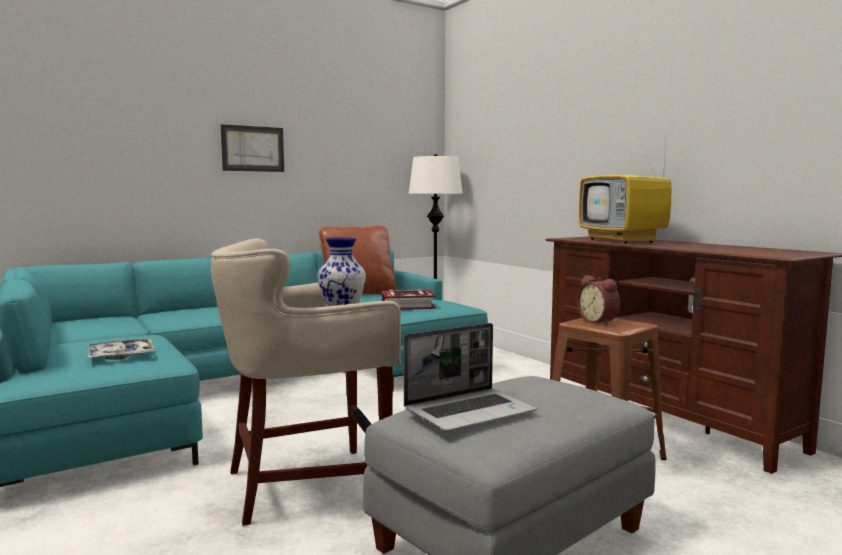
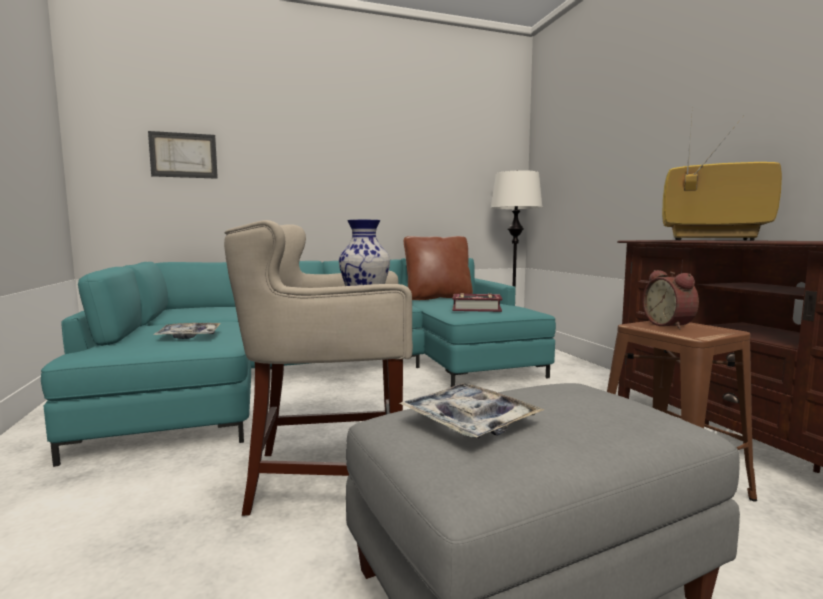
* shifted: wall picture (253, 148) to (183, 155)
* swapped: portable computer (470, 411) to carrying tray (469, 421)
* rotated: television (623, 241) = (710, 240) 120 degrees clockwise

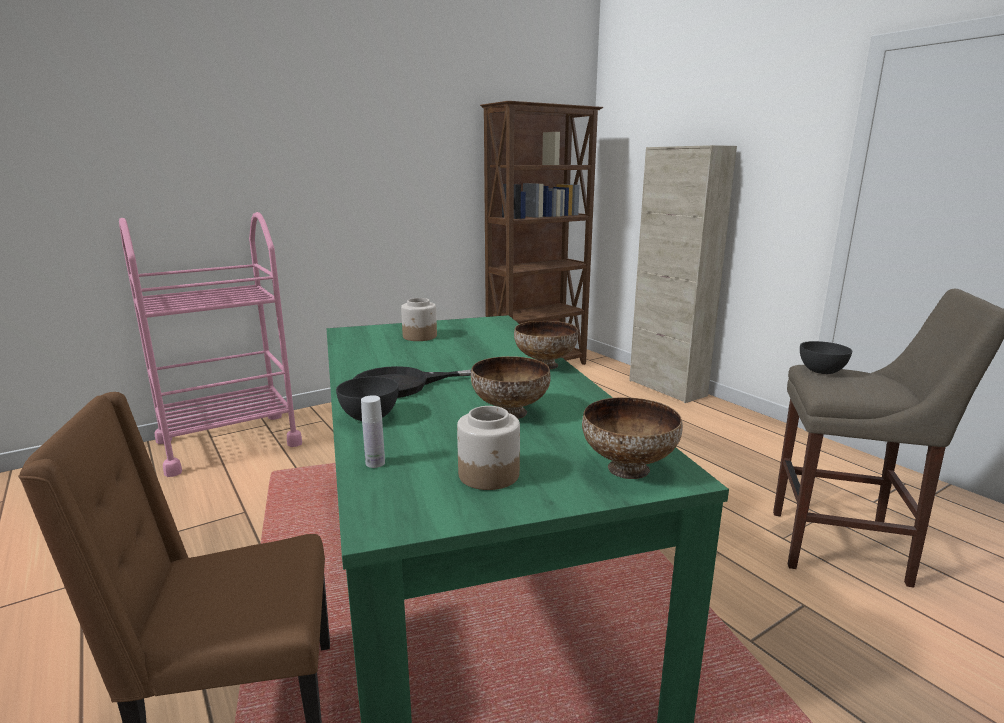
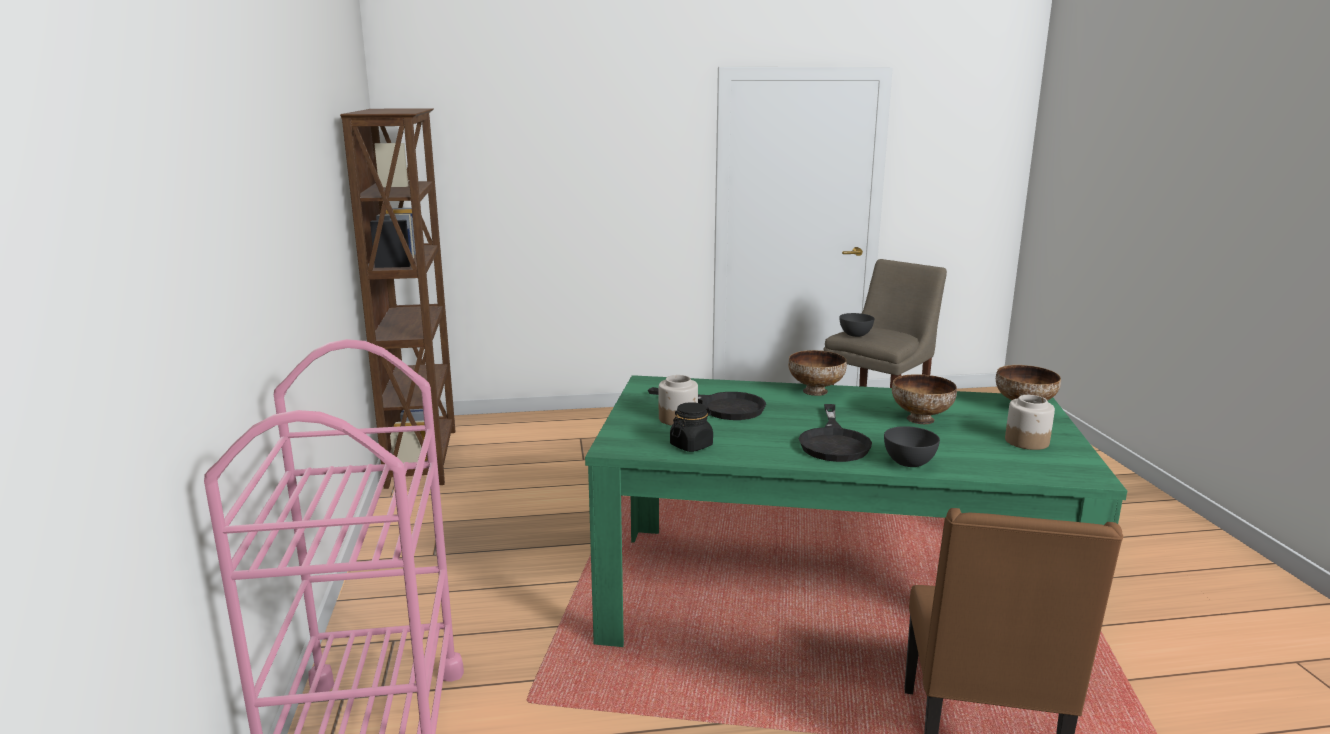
* gone: whitish bottle (375, 463)
* gone: beige cupboard (667, 388)
* new: blackish frying pan (721, 407)
* new: blackish preserve jar (691, 445)

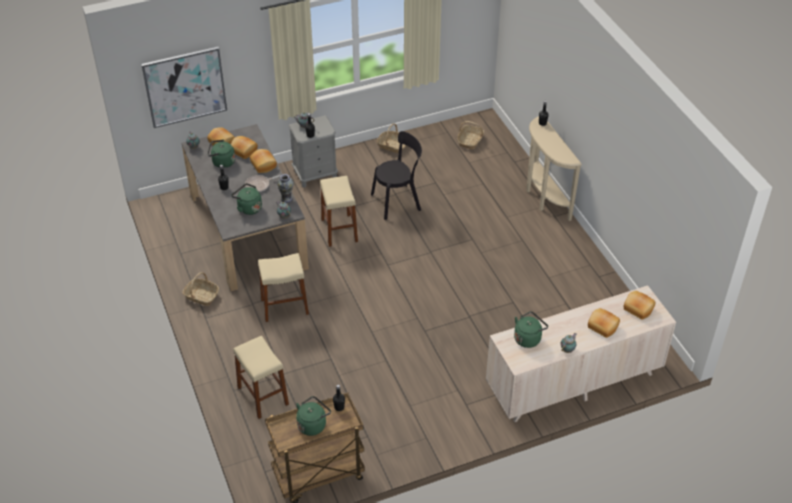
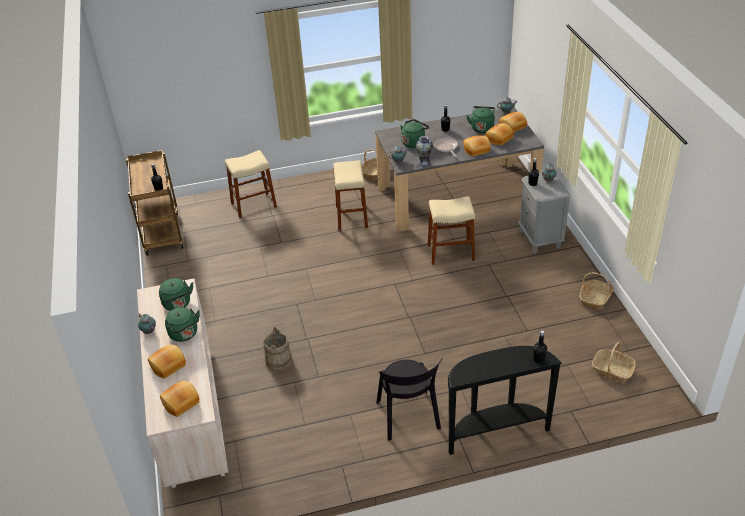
* gone: wall picture (185, 86)
* shifted: green-coloured kettle (313, 424) to (185, 334)
* shifted: blackish plain chair (398, 201) to (408, 418)
* repainted: beige hall table (544, 198) to blackish hall table (495, 432)
* new: beige pail (279, 360)

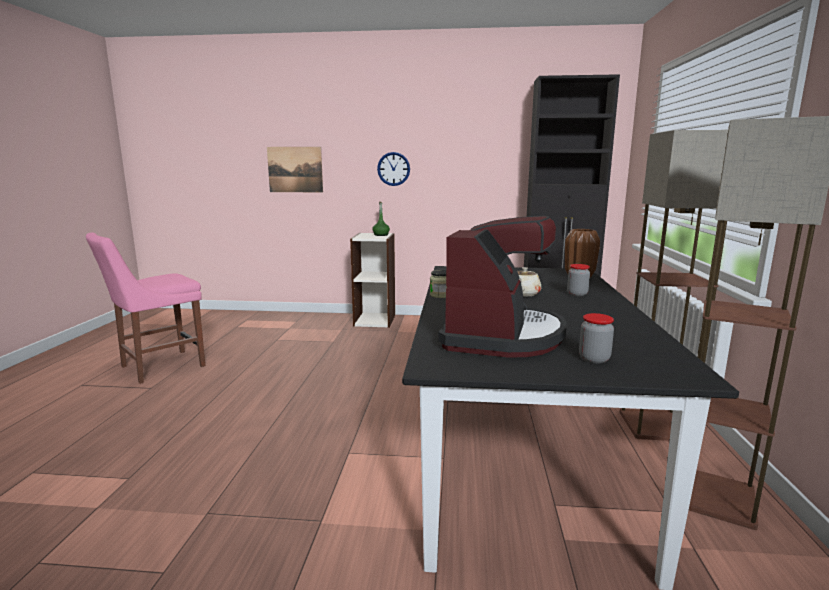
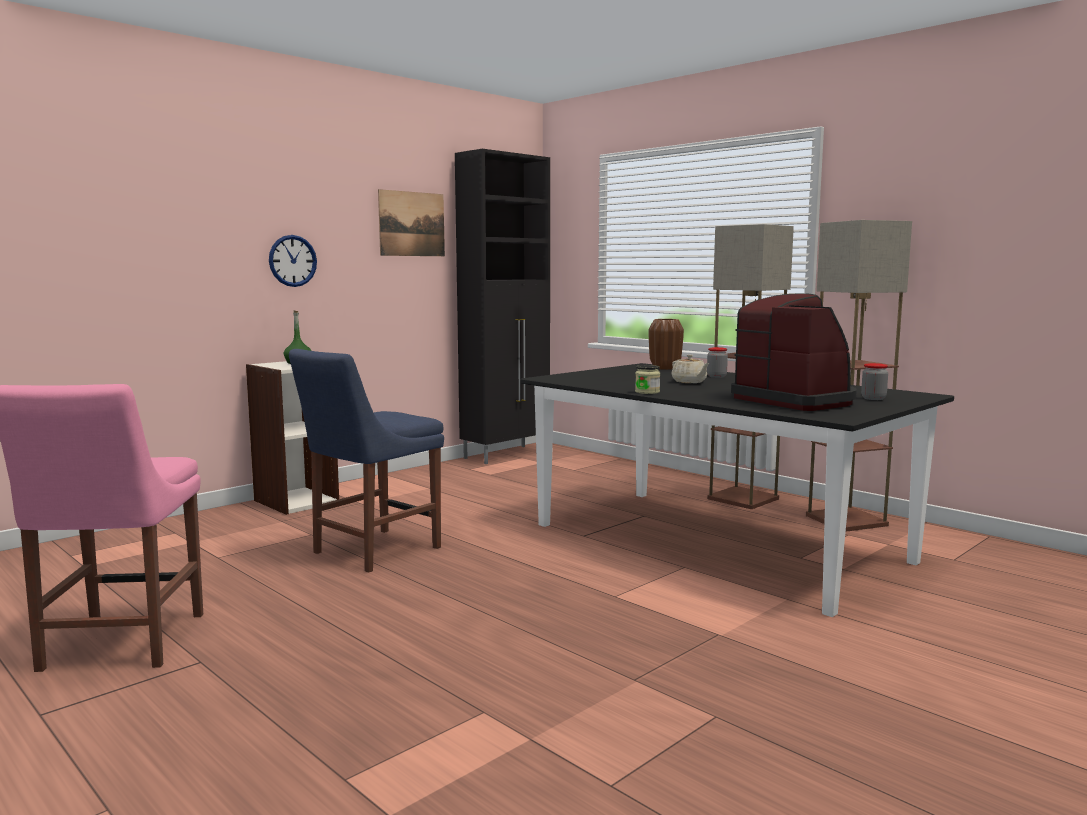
* shifted: wall picture (295, 169) to (412, 224)
* new: blue-coloured plain chair (371, 551)

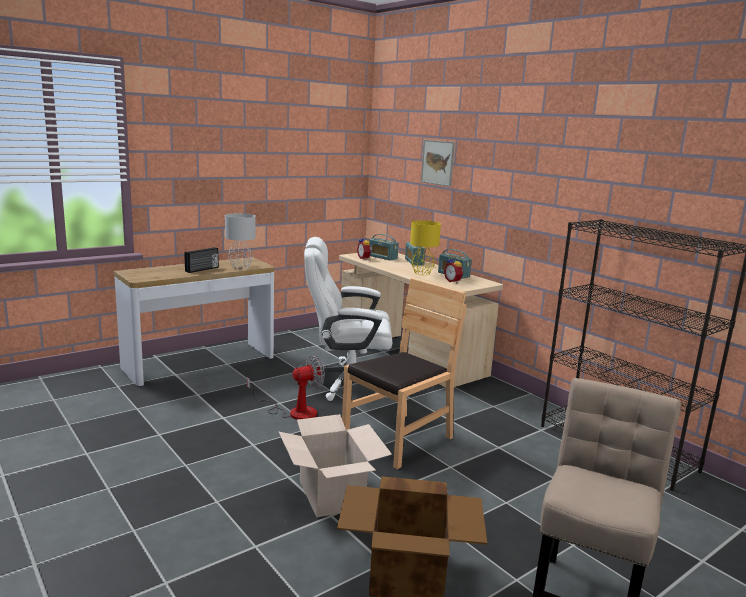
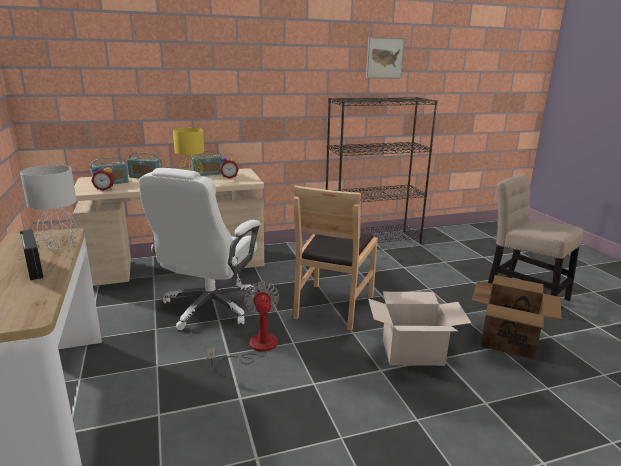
* rotated: brown-coloured plain chair (398, 438) = (333, 305) 135 degrees counterclockwise
* shifted: wall picture (438, 162) to (384, 58)

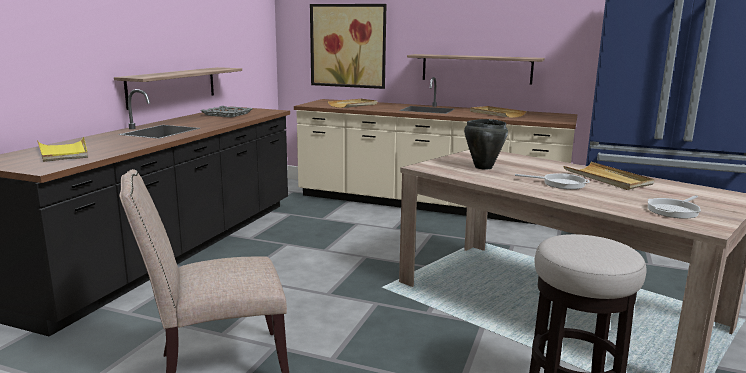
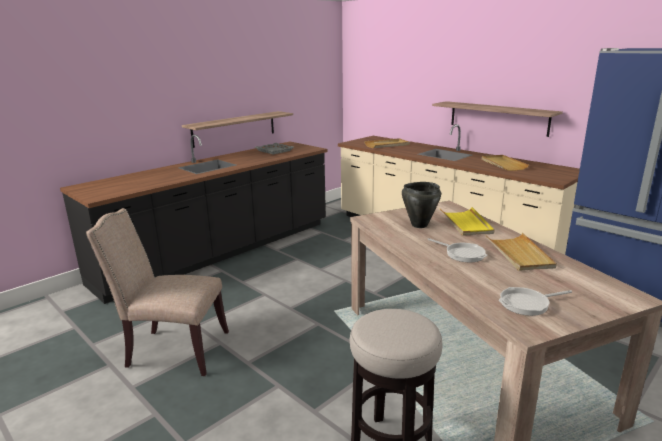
* shifted: yellowish carrying tray (63, 152) to (466, 223)
* gone: wall picture (348, 46)

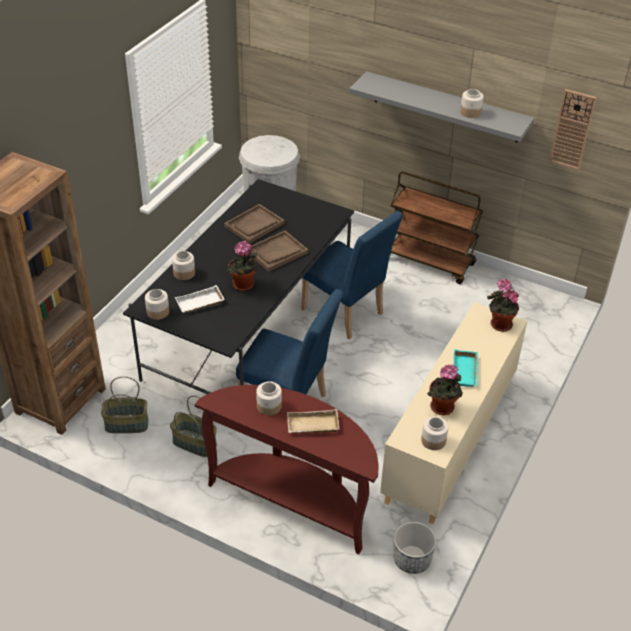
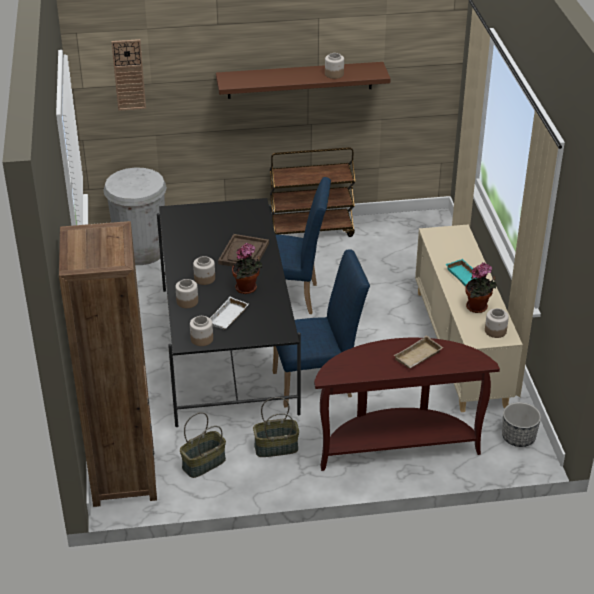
* gone: brown-coloured carrying tray (254, 225)
* shifted: preserve jar (269, 406) to (205, 279)
* repainted: gray wall shelf (446, 107) to brown-coloured wall shelf (300, 80)
* gone: plant in a pot (499, 324)
* shifted: hanging clock (572, 129) to (129, 75)

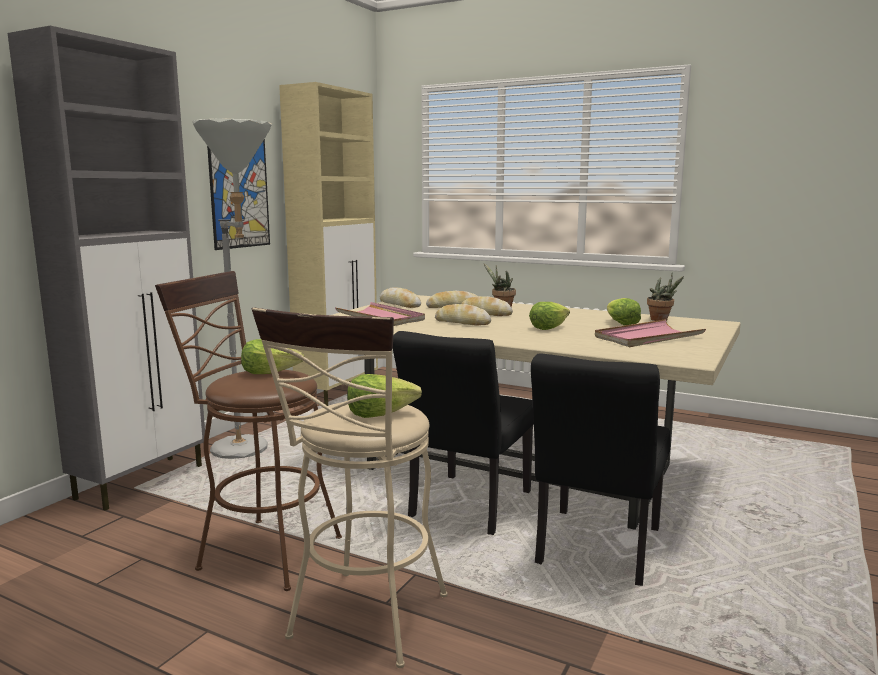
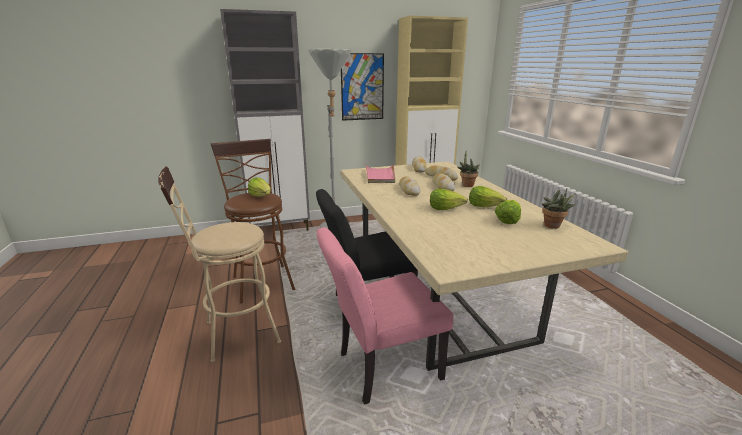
* shifted: lettuce head (380, 414) to (485, 206)
* repainted: blackish plain chair (595, 551) to pink-coloured plain chair (381, 368)
* gone: pink-coloured carrying tray (648, 337)

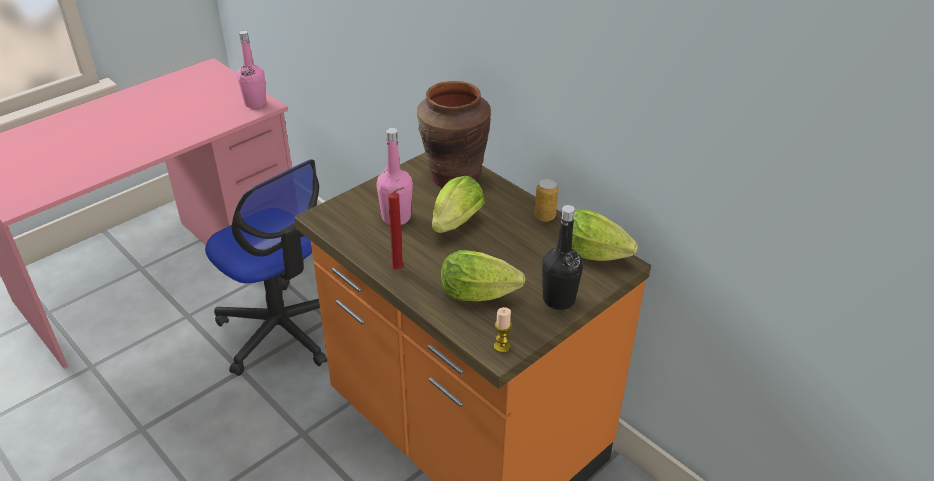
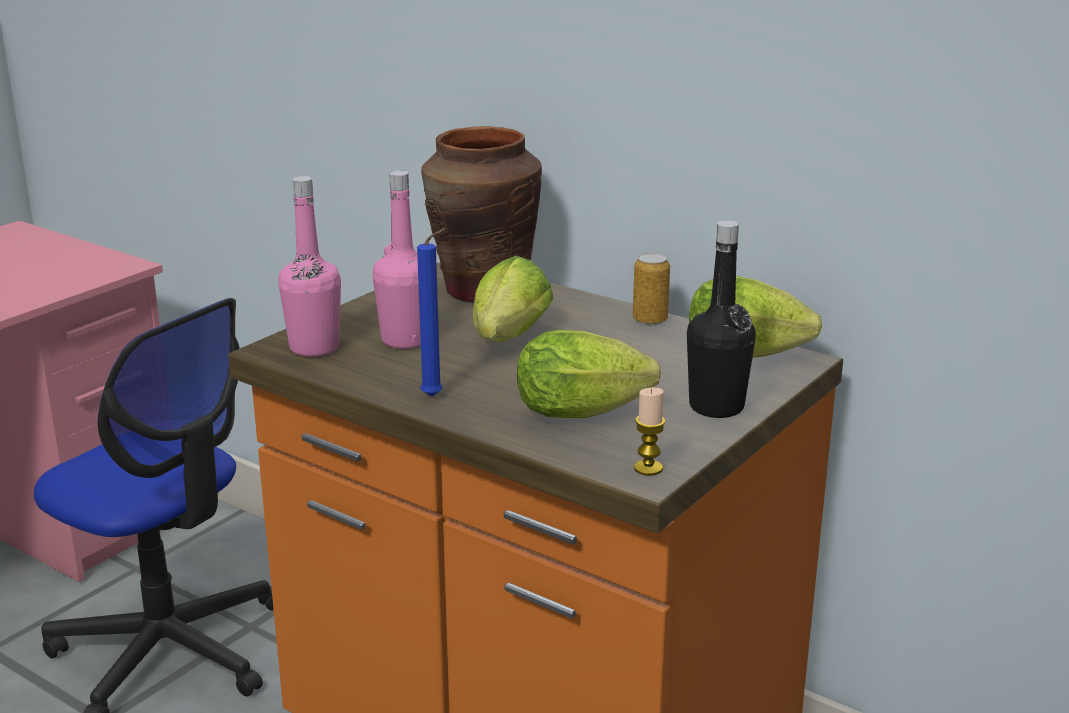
* shifted: pink-coloured bottle (255, 103) to (314, 348)
* repainted: red-coloured candle (399, 269) to blue-coloured candle (435, 396)

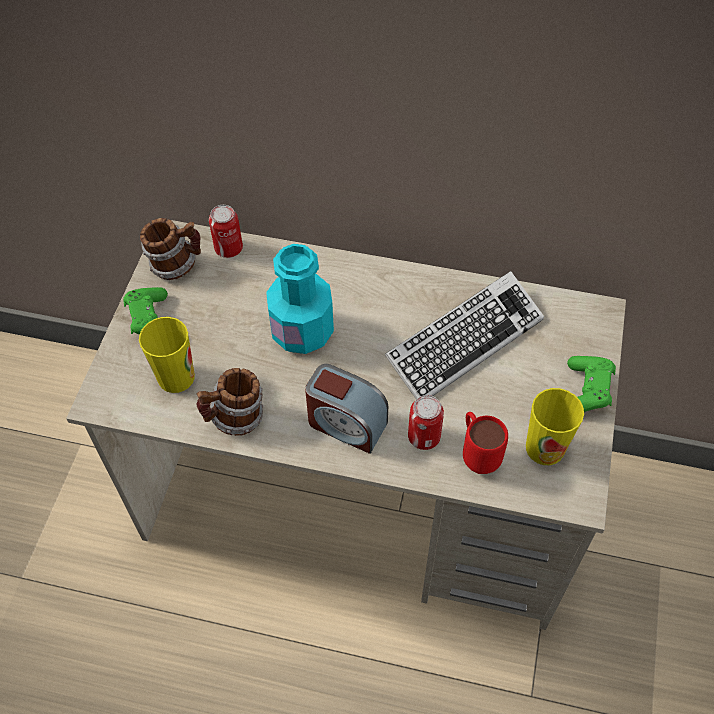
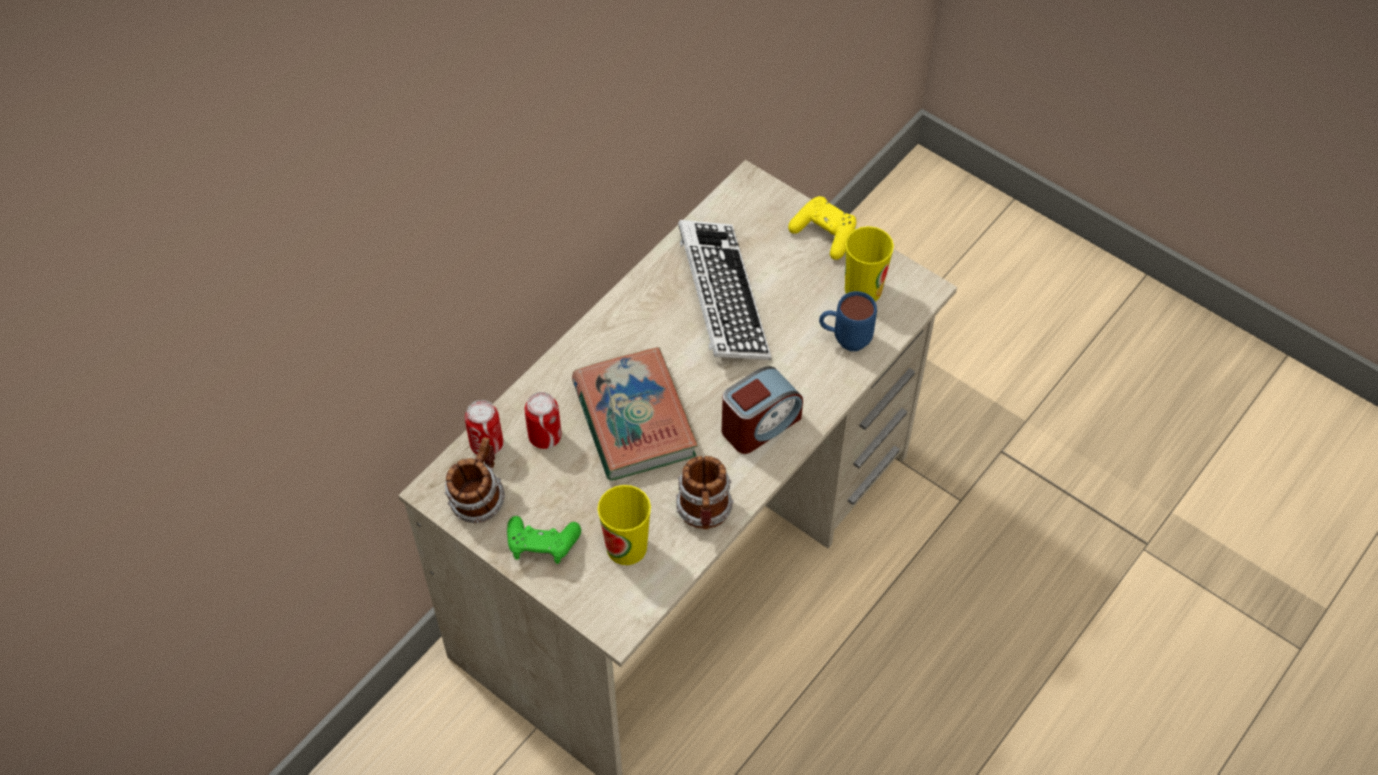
* swapped: blue-green bottle (302, 331) to volume (634, 419)
* shifted: sealed can (424, 437) to (545, 436)
* repainted: red-coloured coffee mug (477, 454) to blue-coloured coffee mug (844, 340)
* repainted: green-coloured game controller (586, 392) to yellowish game controller (824, 234)

